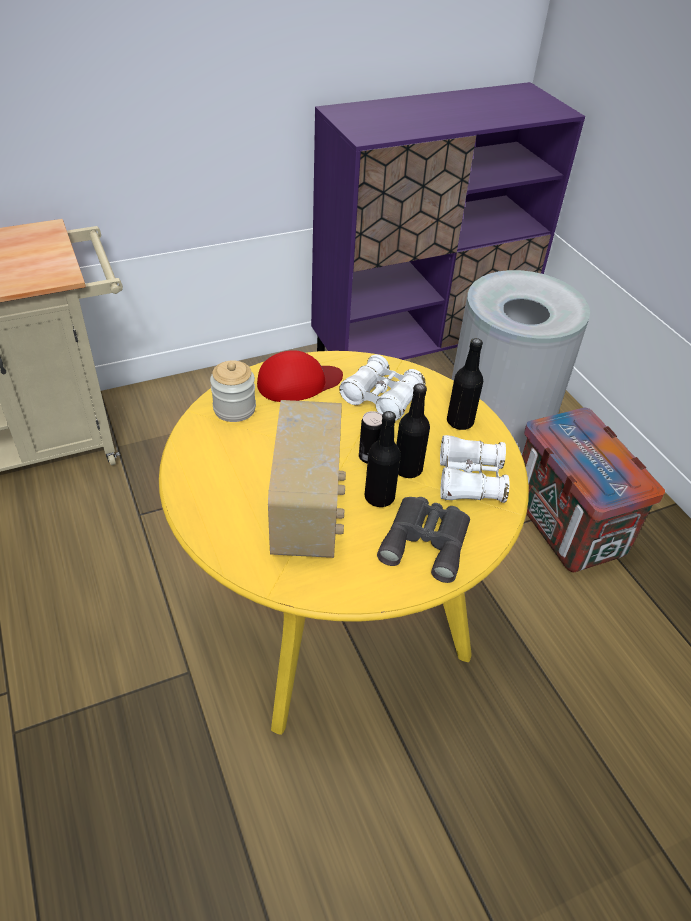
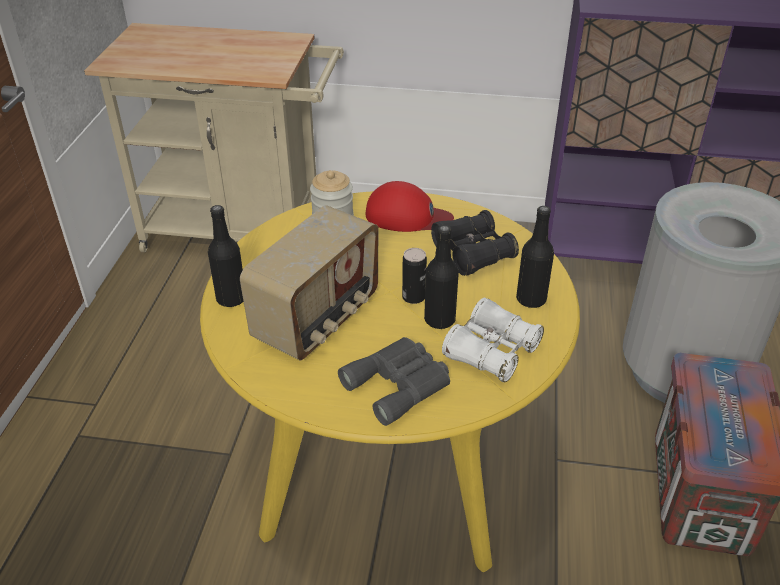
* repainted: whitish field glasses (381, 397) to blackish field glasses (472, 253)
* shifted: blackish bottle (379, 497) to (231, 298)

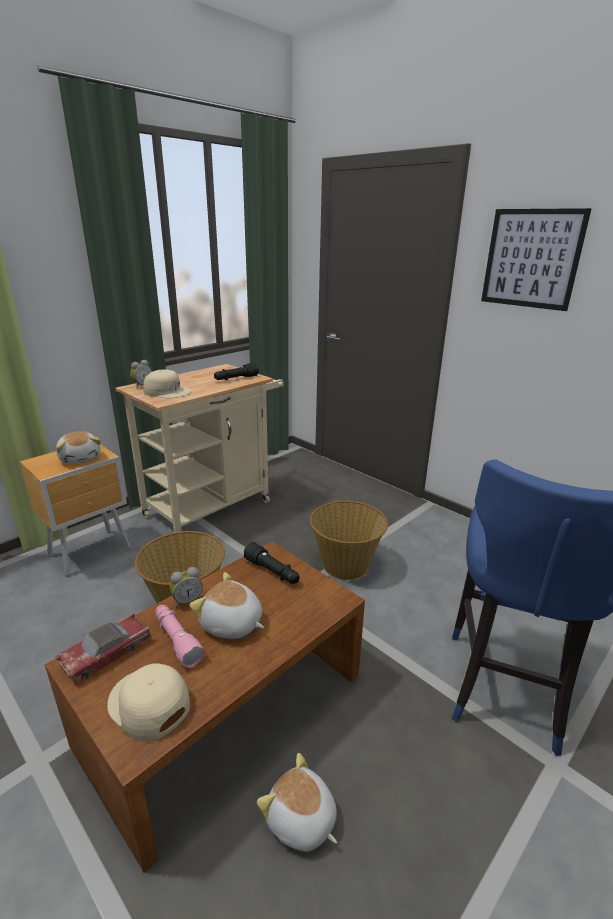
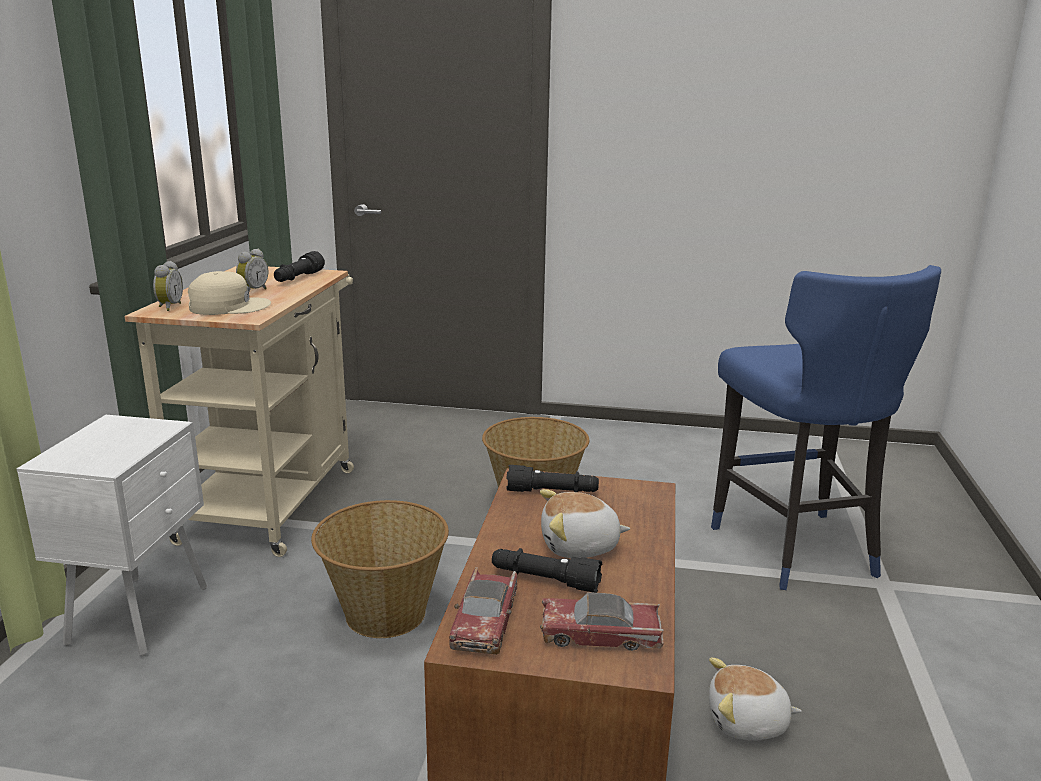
* repainted: brown-coloured night table (92, 551) to whitish night table (143, 614)
* gone: soft toy (81, 458)
* swapped: beige cap (148, 704) to miniature car (600, 635)
* repainted: pink-coloured flashlight (177, 640) to blackish flashlight (545, 580)
* shifted: bedside clock (187, 600) to (252, 291)
* gone: wall picture (531, 259)

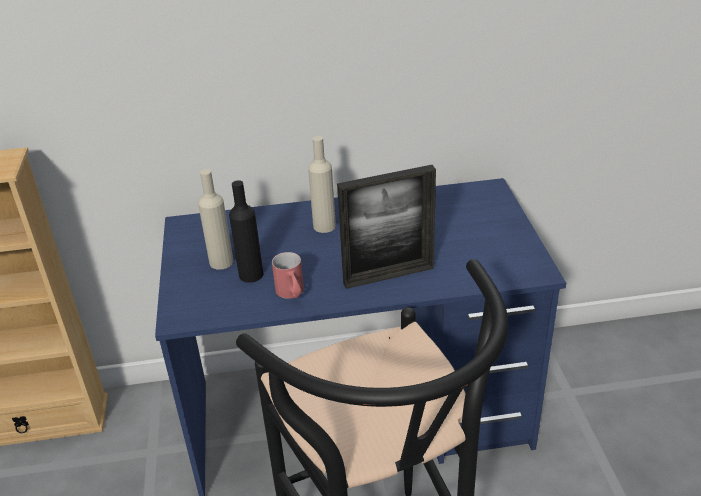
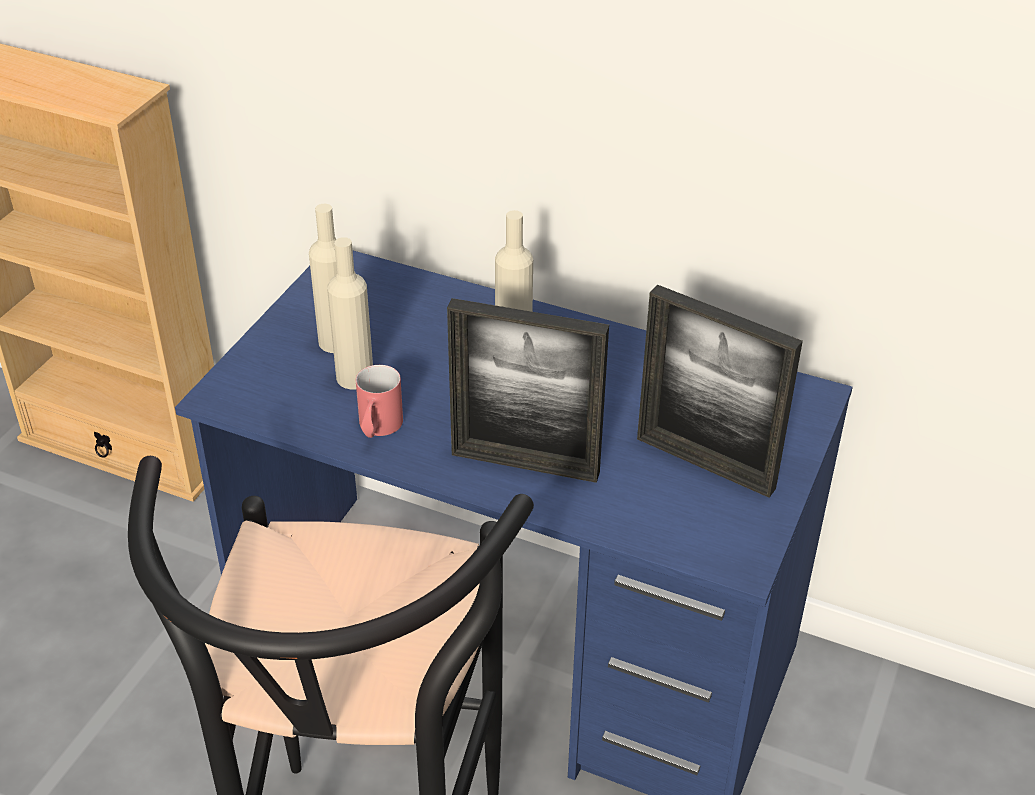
* repainted: blackish bottle (251, 274) to beige bottle (355, 377)
* new: photo frame (705, 463)

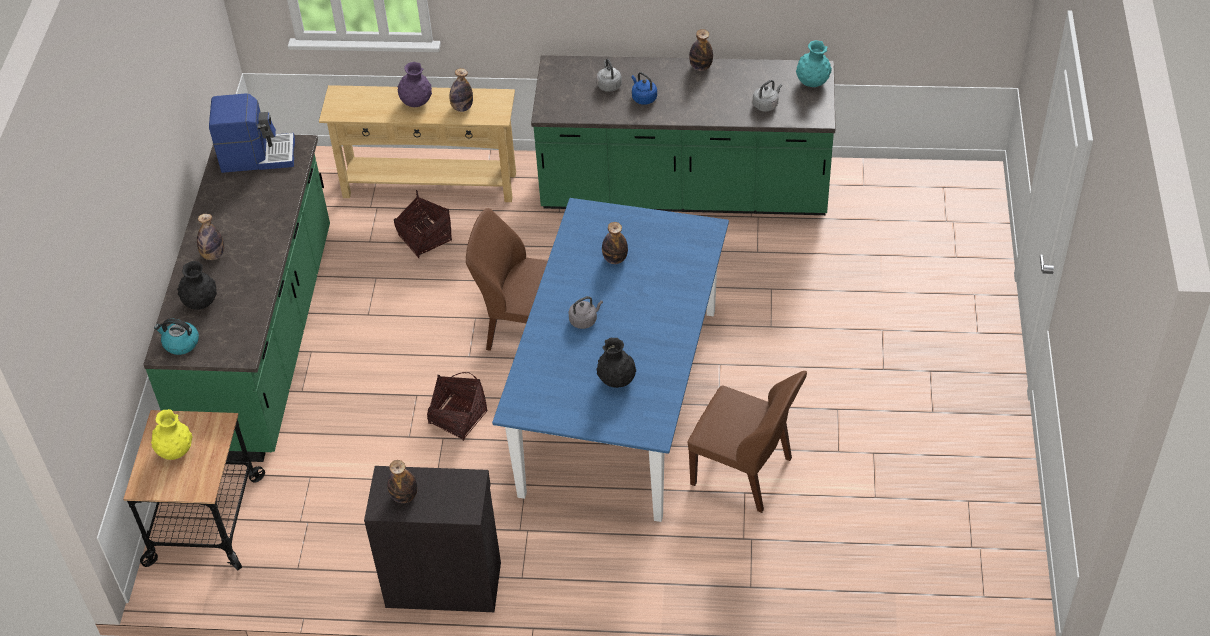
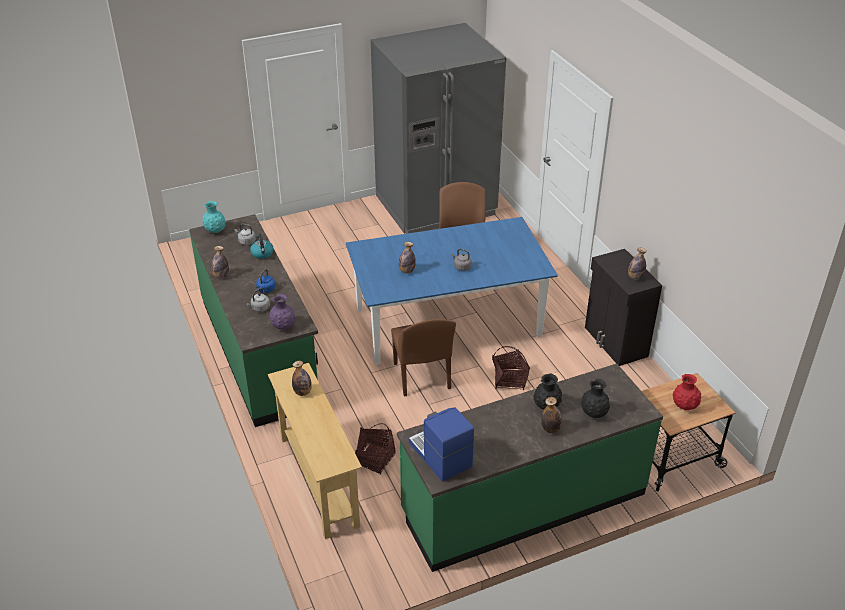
* repainted: yellowish flower vase (176, 451) to red-coloured flower vase (684, 406)
* shifted: kettle (180, 343) to (262, 253)
* shifted: purple flower vase (416, 102) to (283, 326)
* shifted: blackish flower vase (617, 380) to (546, 406)
* new: gray fridge (435, 206)

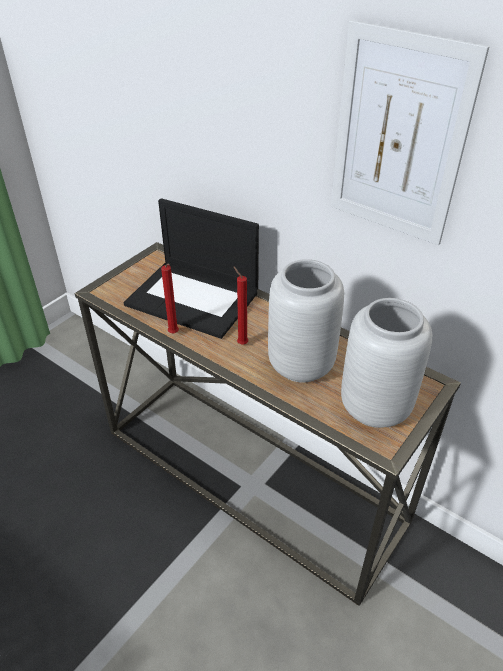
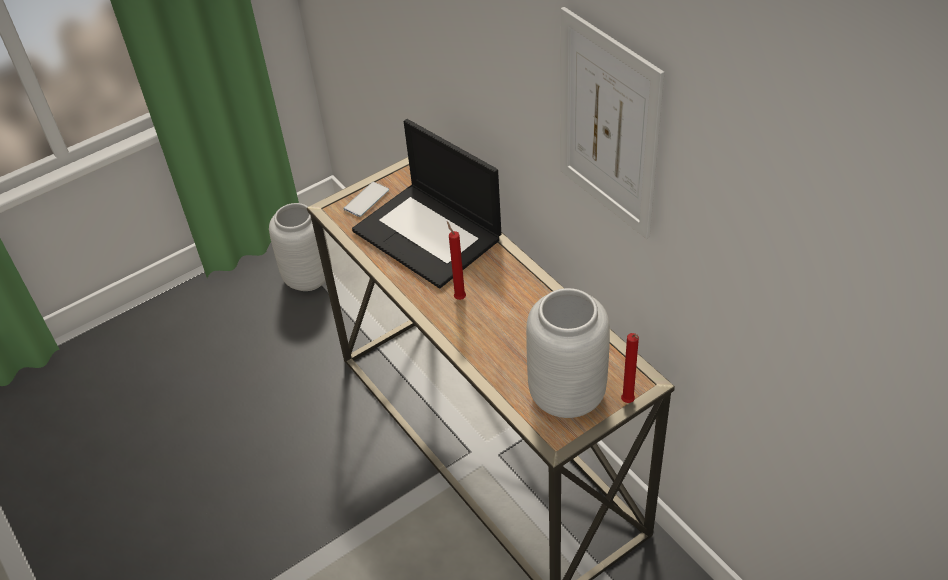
* shifted: red-coloured candle (174, 334) to (628, 403)
* shifted: gray flower vase (302, 365) to (309, 277)
* new: handset (366, 199)

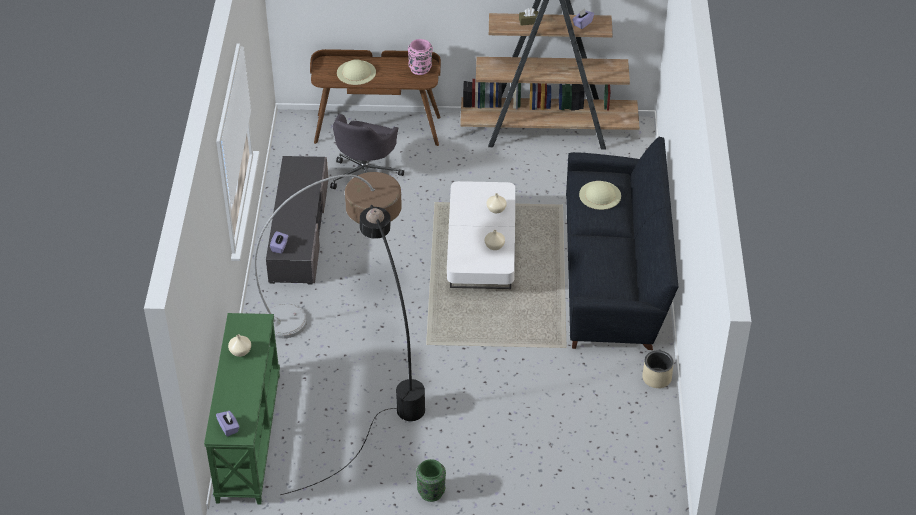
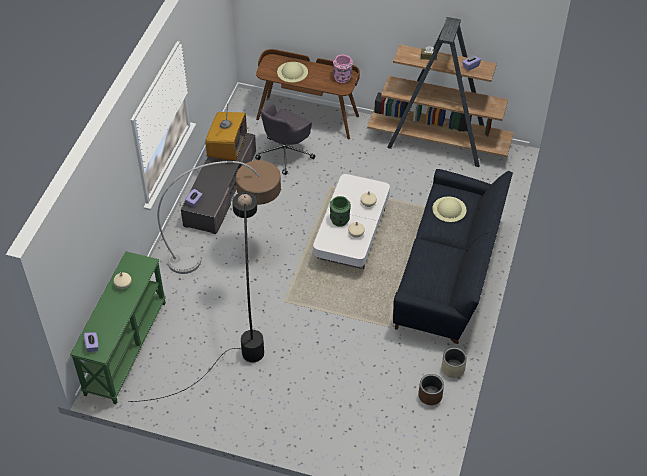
* shifted: green-coloured flower vase (431, 491) to (339, 220)
* new: television (227, 147)
* new: brown-coloured plant pot (430, 395)

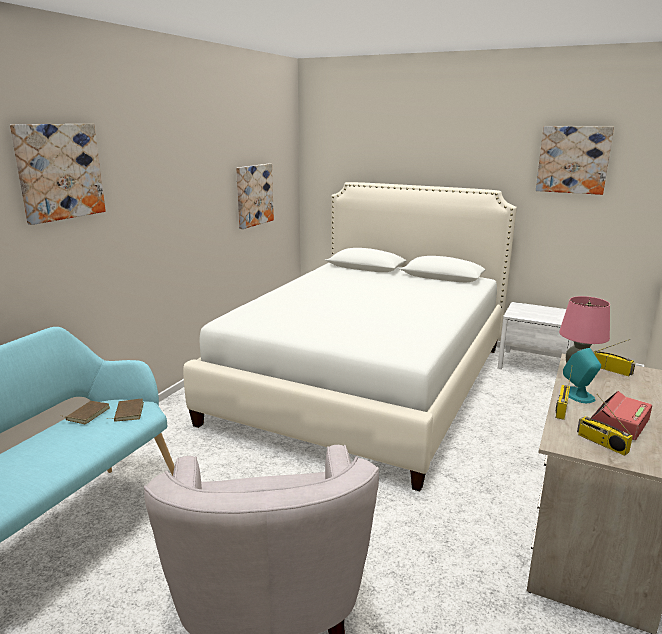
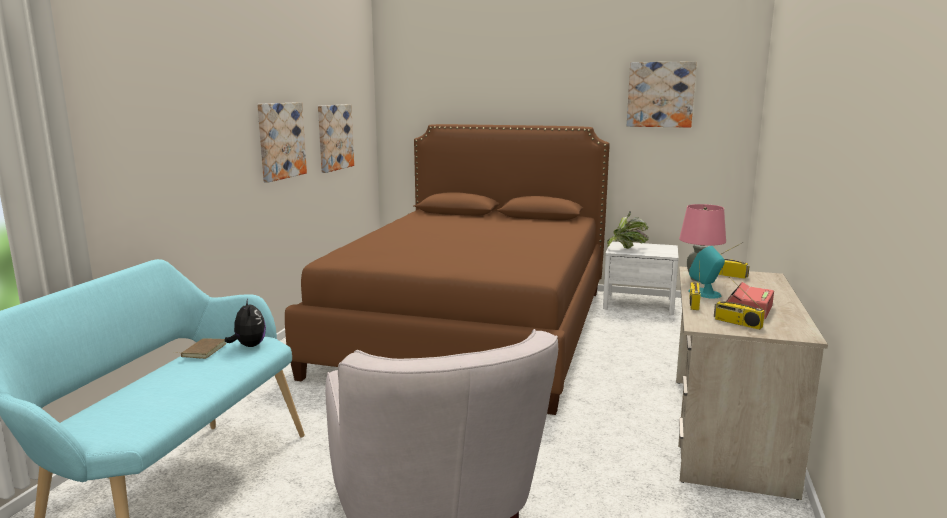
* shifted: wall picture (59, 172) to (281, 140)
* swapped: brown-coloured volume (128, 412) to soft toy (249, 346)
* repainted: whitish bed (366, 382) to brown-coloured bed (472, 329)
* new: plant in a pot (627, 249)

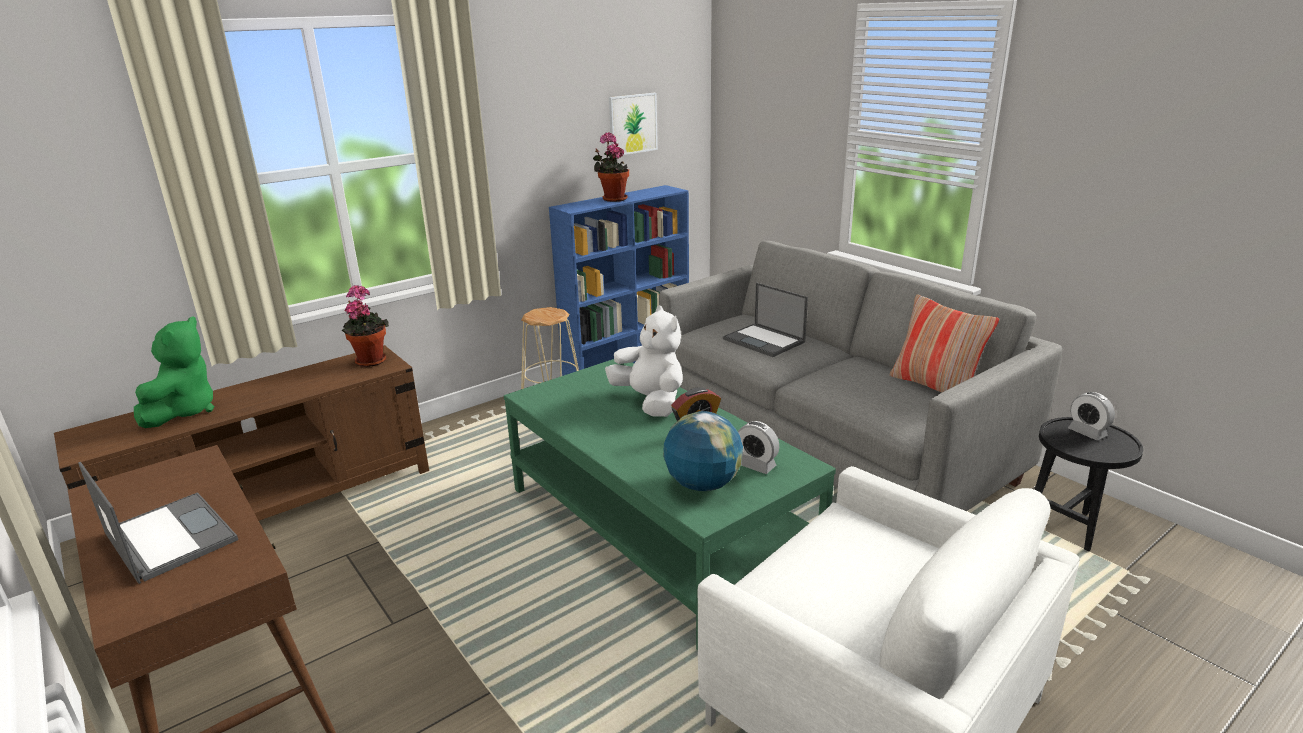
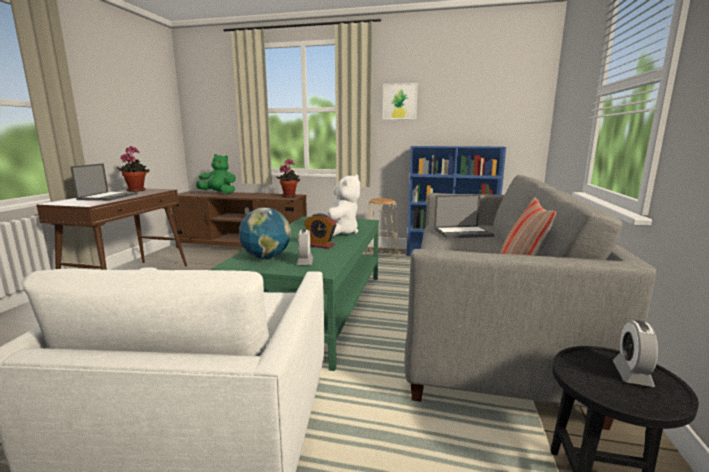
* rotated: green-coloured soft toy (184, 411) = (219, 193) 135 degrees counterclockwise
* shifted: plant in a pot (612, 199) to (136, 190)
* shifted: wall picture (632, 124) to (400, 101)
* rotated: portable computer (764, 341) = (463, 232) 105 degrees counterclockwise

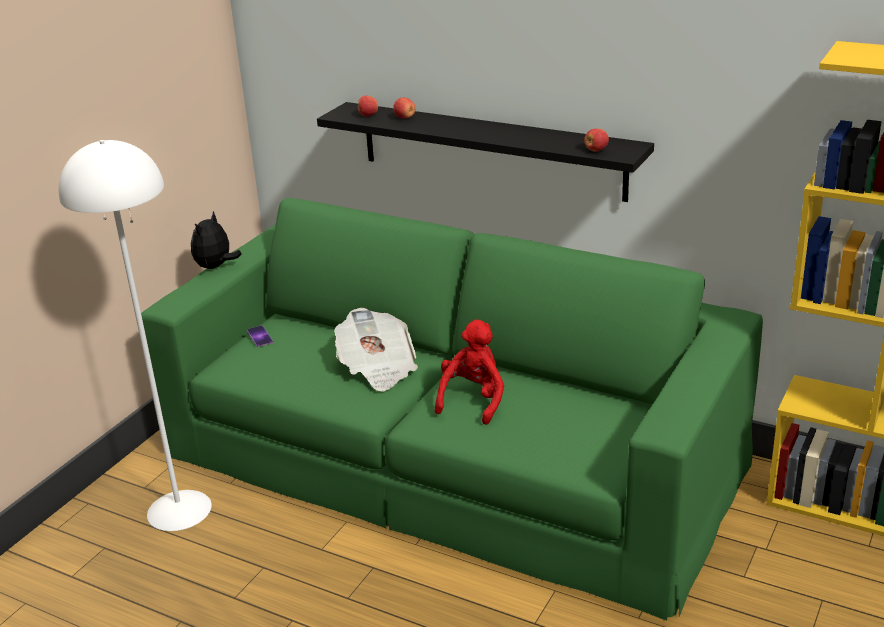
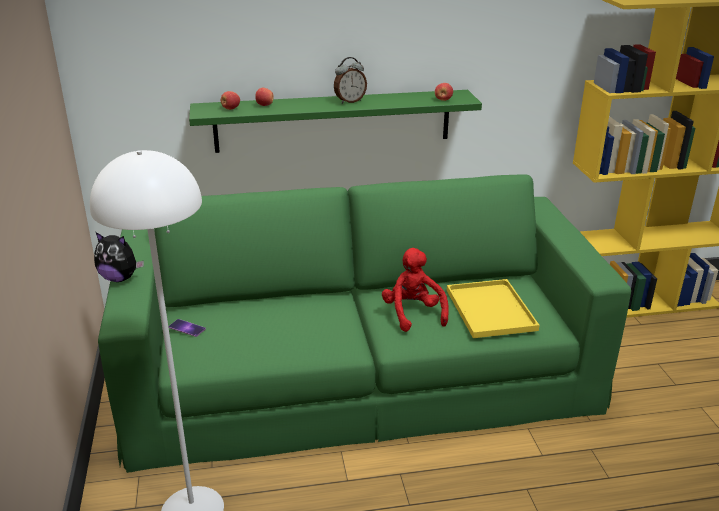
* rotated: soft toy (215, 267) = (120, 278) 60 degrees counterclockwise
* repainted: blackish wall shelf (490, 150) to green-coloured wall shelf (333, 121)
* gone: newspaper (377, 368)
* new: bedside clock (349, 101)
* new: yellowish carrying tray (492, 310)

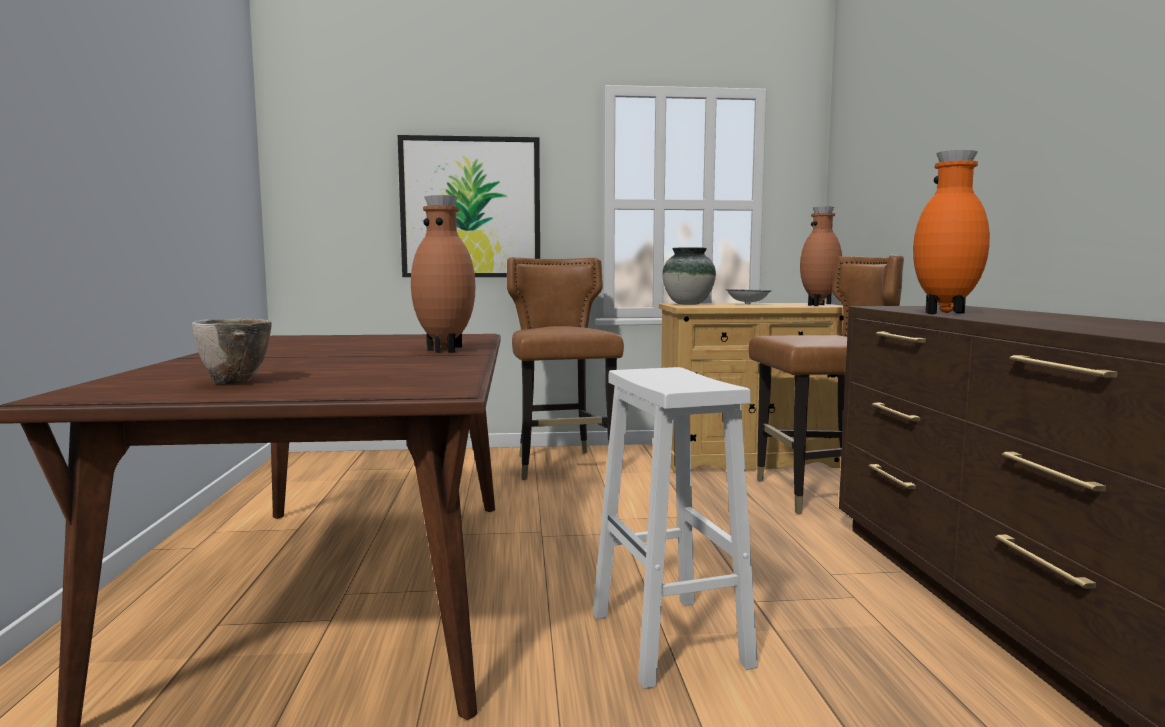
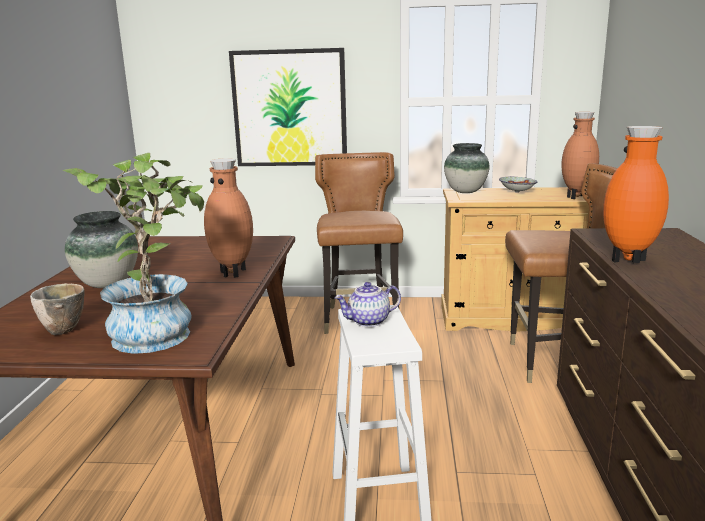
* new: plant in a pot (159, 331)
* new: flower vase (107, 284)
* new: tea pot (368, 322)

